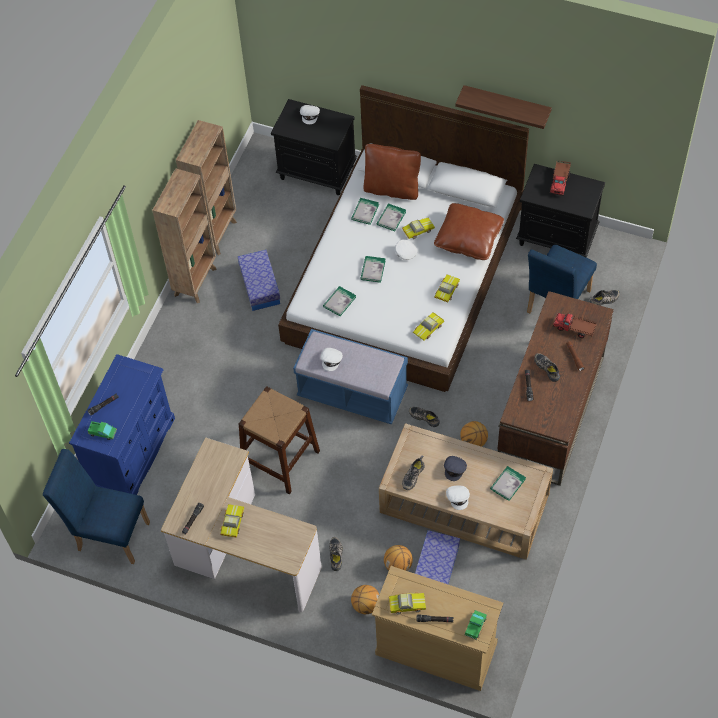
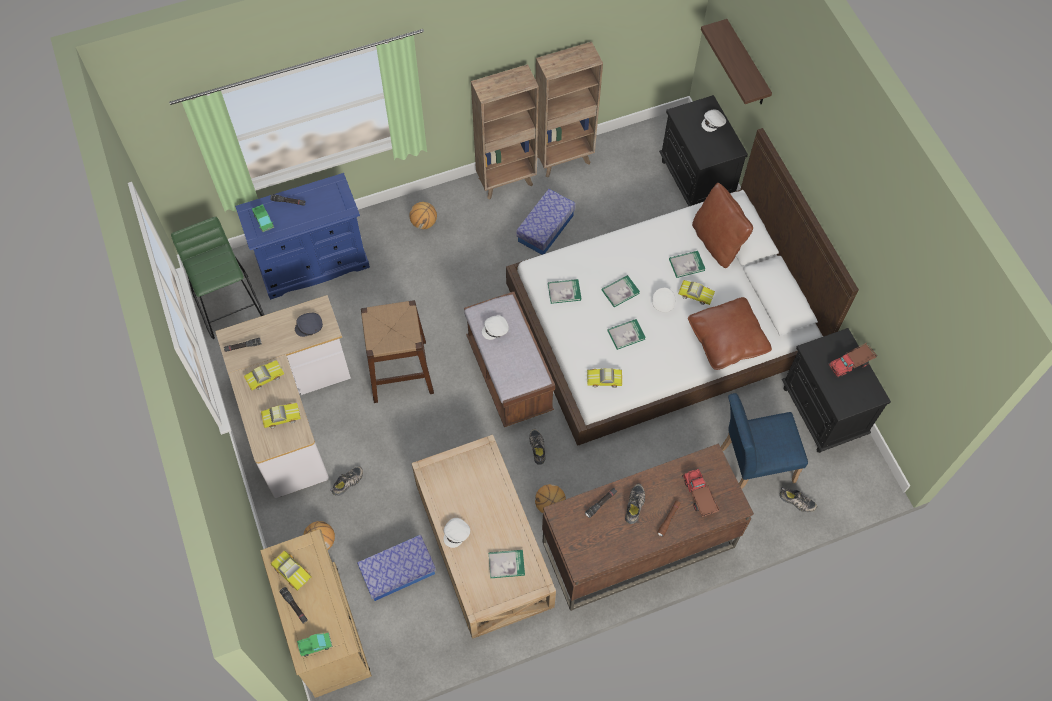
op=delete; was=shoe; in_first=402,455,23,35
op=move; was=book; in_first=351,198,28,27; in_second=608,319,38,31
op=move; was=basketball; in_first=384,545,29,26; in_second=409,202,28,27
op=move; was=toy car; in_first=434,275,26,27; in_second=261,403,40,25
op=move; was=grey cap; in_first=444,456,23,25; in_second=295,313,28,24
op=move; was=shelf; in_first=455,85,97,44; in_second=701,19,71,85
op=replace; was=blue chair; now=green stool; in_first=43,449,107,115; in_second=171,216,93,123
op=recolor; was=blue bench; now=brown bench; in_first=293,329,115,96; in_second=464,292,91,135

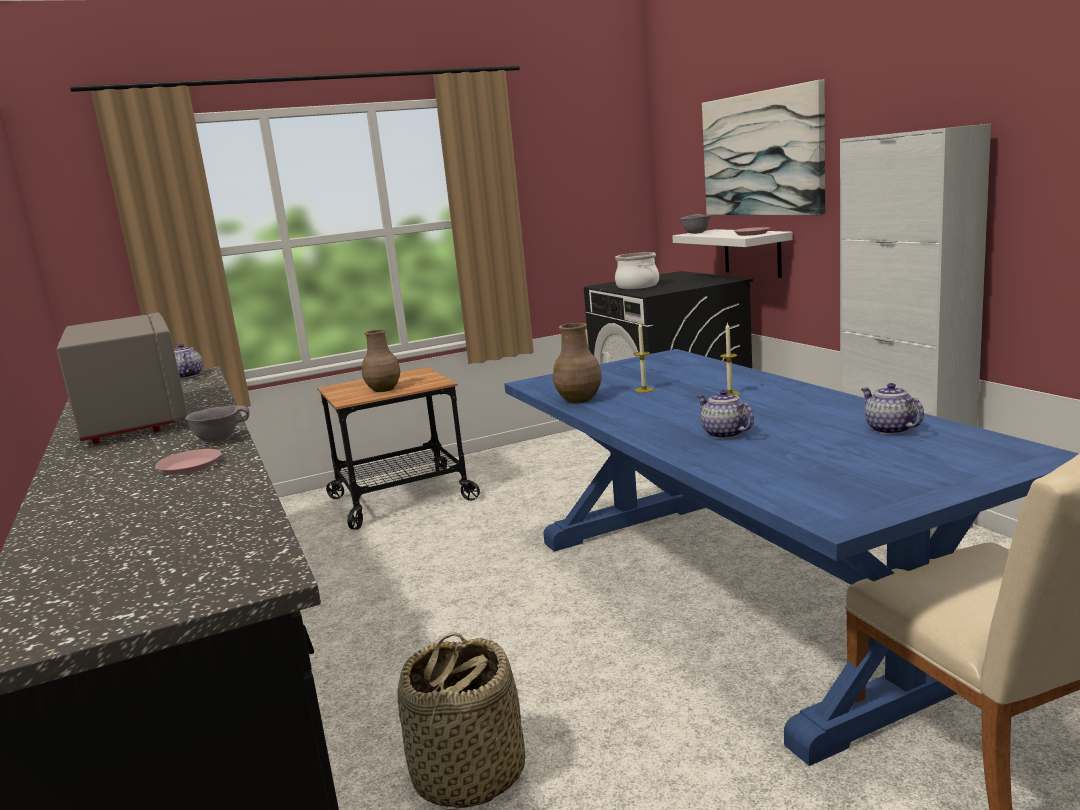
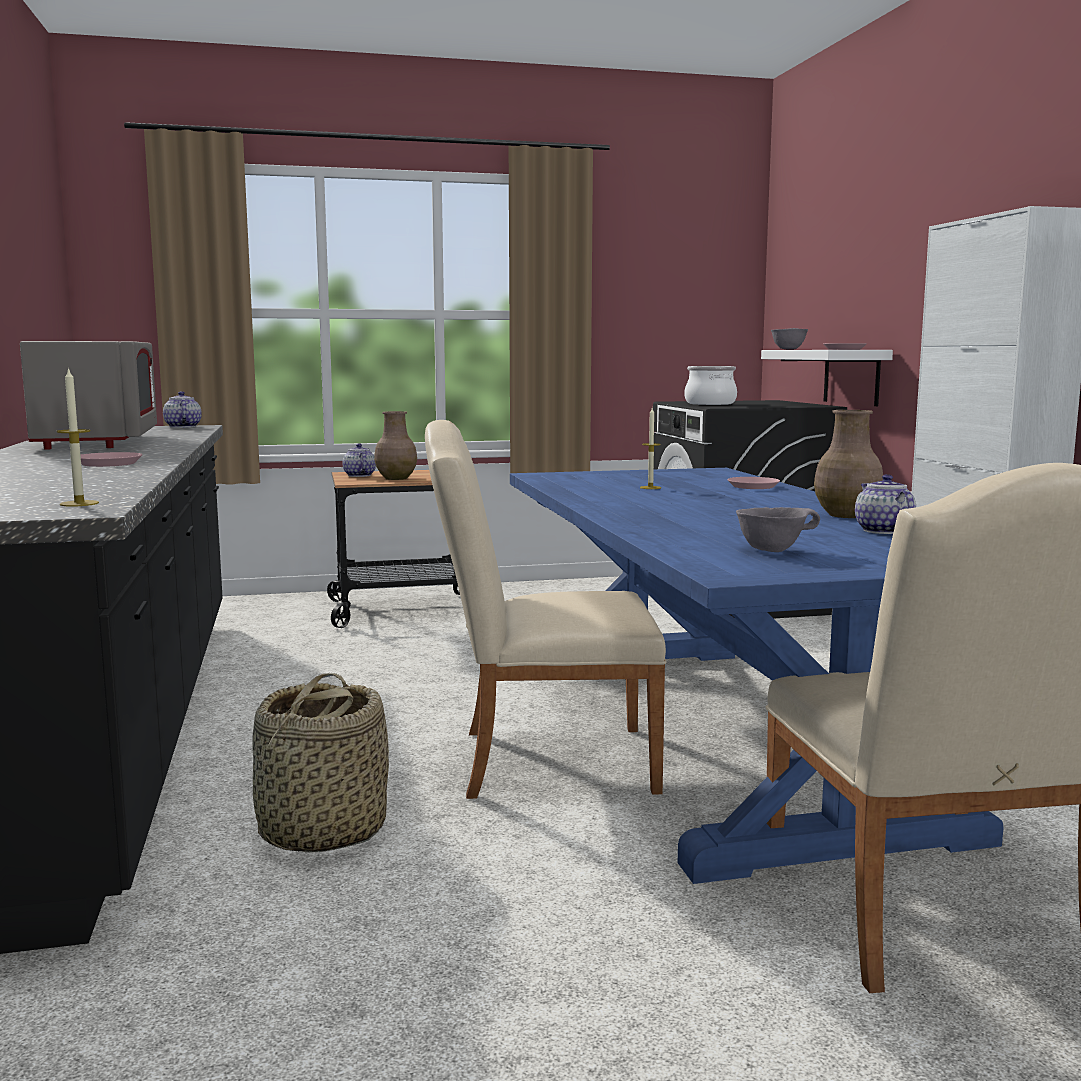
op=delete; was=picture; in_first=702,79,123,136
op=insert; now=beige chair; in_second=425,420,241,379
op=insert; now=pink plate; in_second=727,477,53,12
op=move; was=grey bowl; in_first=185,405,65,37; in_second=736,507,84,45
op=move; was=brown vase; in_first=553,323,49,80; in_second=814,410,69,108
op=move; was=teapot; in_first=697,390,57,49; in_second=342,443,34,34
op=move; was=candle; in_first=720,322,20,74; in_second=57,367,42,140

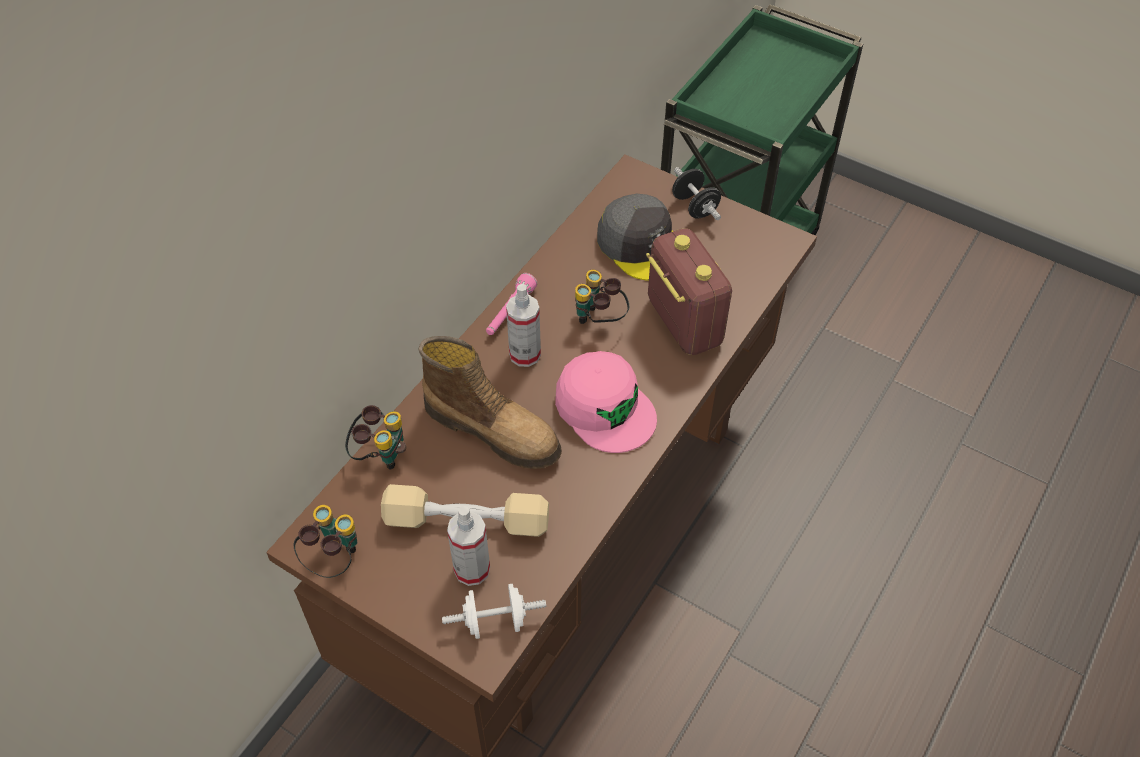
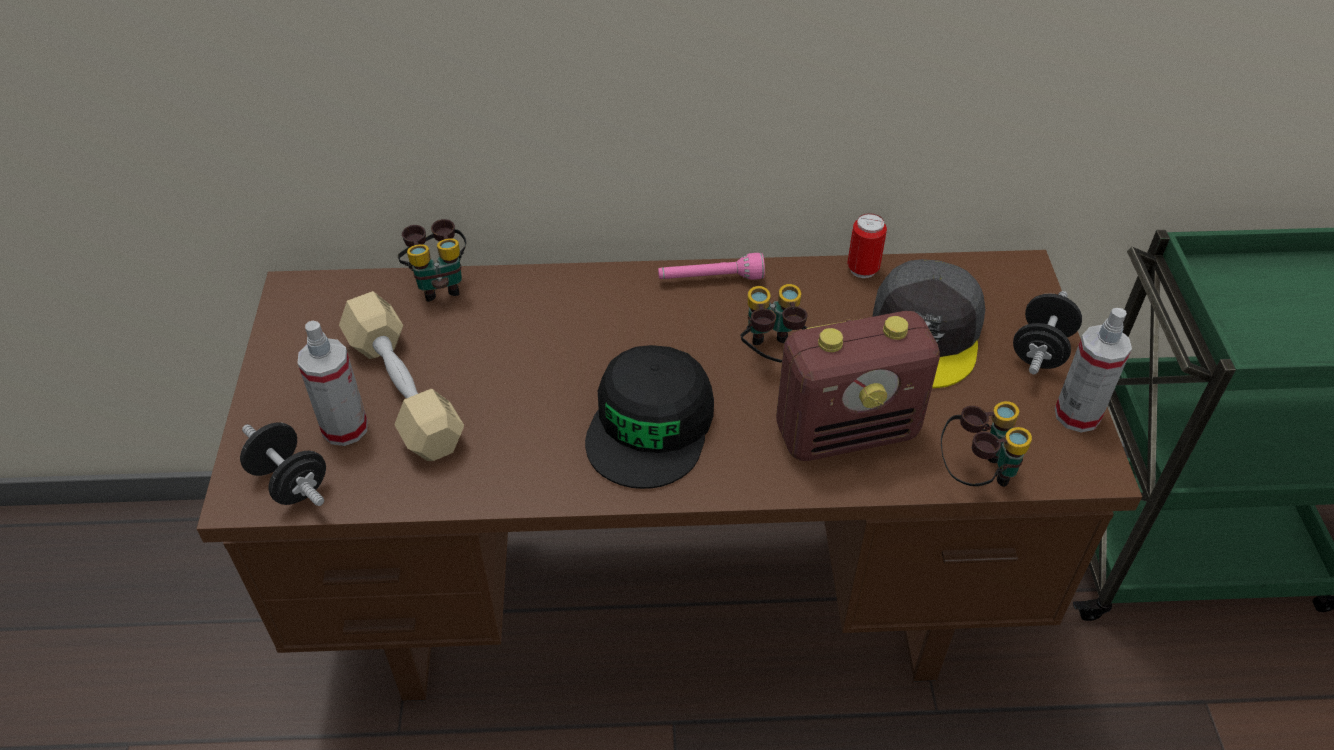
op=delete; was=boot; in_first=419,336,143,133
op=insert; now=can; in_second=847,213,40,65
op=move; was=binoculars; in_first=294,505,63,73; in_second=941,401,91,86
op=move; was=spray bottle; in_first=506,284,35,83; in_second=1055,308,77,124
op=recolor; was=white dumbbell; now=black dumbbell; in_first=442,584,104,55; in_second=240,422,86,84
op=recolor; was=pink cap; now=black cap; in_first=555,351,102,102; in_second=585,345,129,144
op=rotate; was=radio; in_first=646,228,86,127; in_second=776,311,164,150; clockwise=45

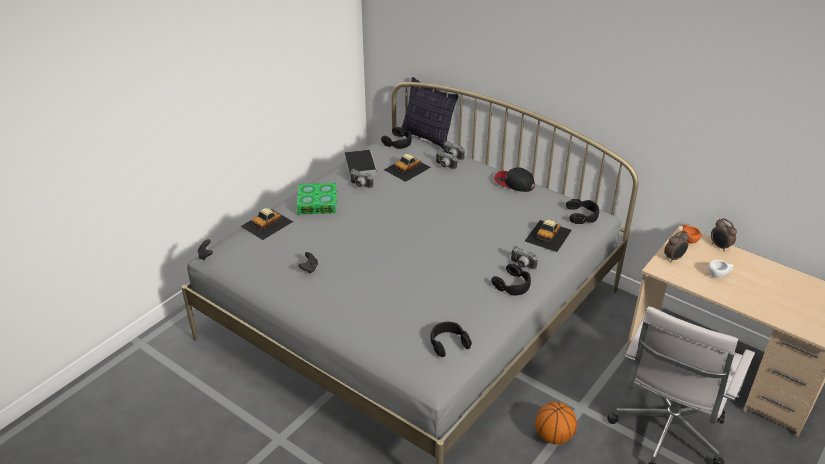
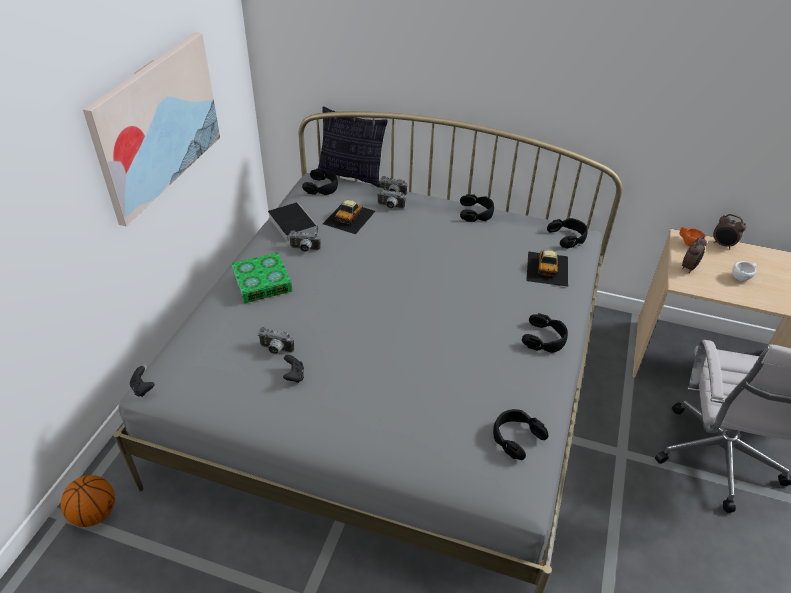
op=delete; was=toy car; in_first=241,208,52,32
op=insert; now=picture; in_second=83,32,137,194
op=move; was=photo camera; in_first=511,246,27,24; in_second=258,327,36,27
op=move; was=basketball; in_first=535,402,42,43; in_second=61,475,54,52
op=replace; was=cap; now=black headphones; in_first=494,167,41,25; in_second=460,194,34,28

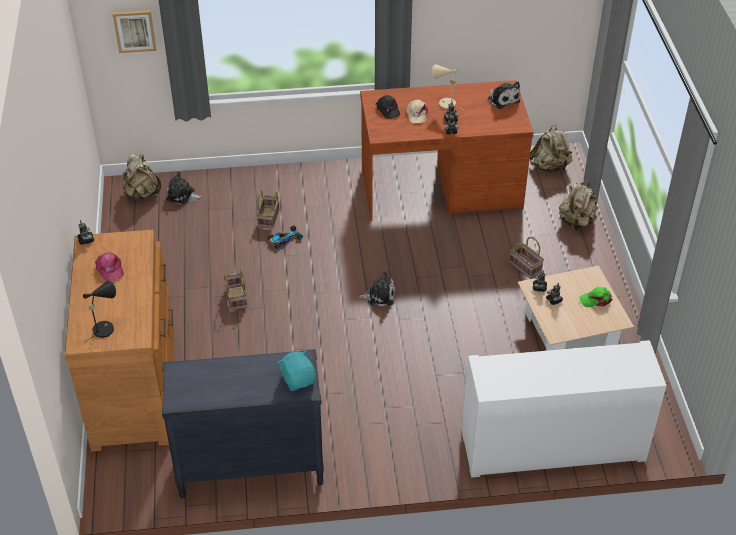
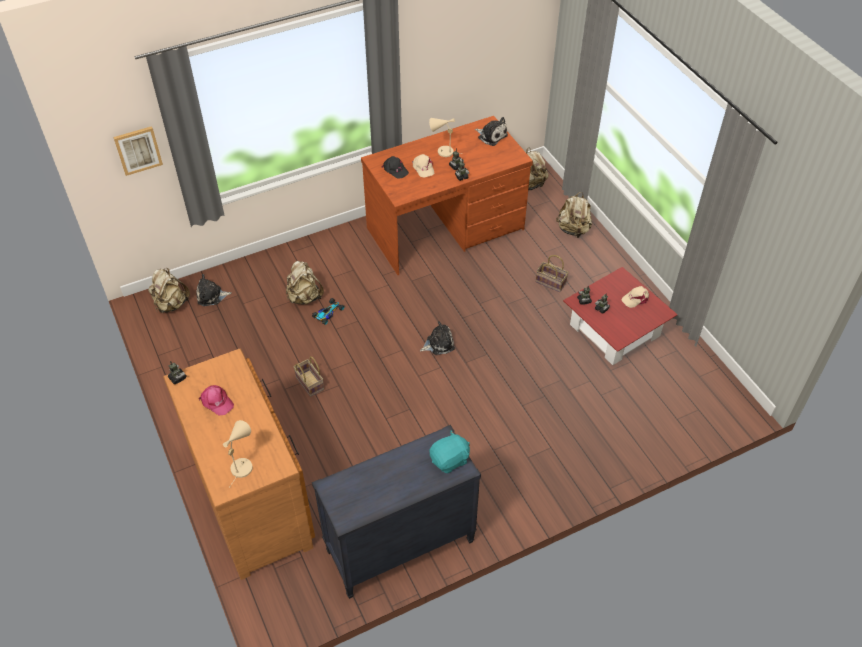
op=delete; was=white cabinet; in_first=462,340,205,138
op=replace; was=basket; now=beige backpack; in_first=256,190,24,39; in_second=286,261,38,44
op=recolor; was=black table lamp; now=beige table lamp; in_first=83,281,33,62; in_second=223,420,30,68
op=recolor; was=beige coffee table; now=red coffee table; in_first=518,265,116,86; in_second=563,267,115,98
op=recolor; was=green cap; now=beige cap; in_first=580,287,33,20; in_second=621,286,28,22
op=rotate; was=turquoise plush toy; in_first=277,350,39,41; in_second=430,430,40,43; clockwise=105

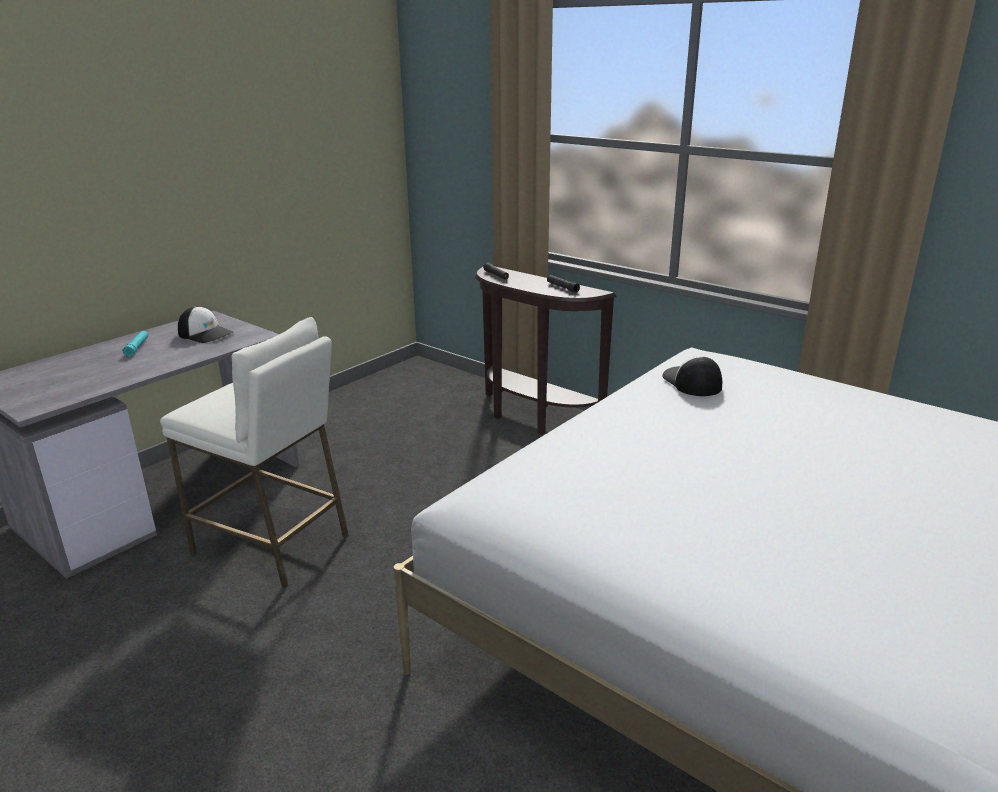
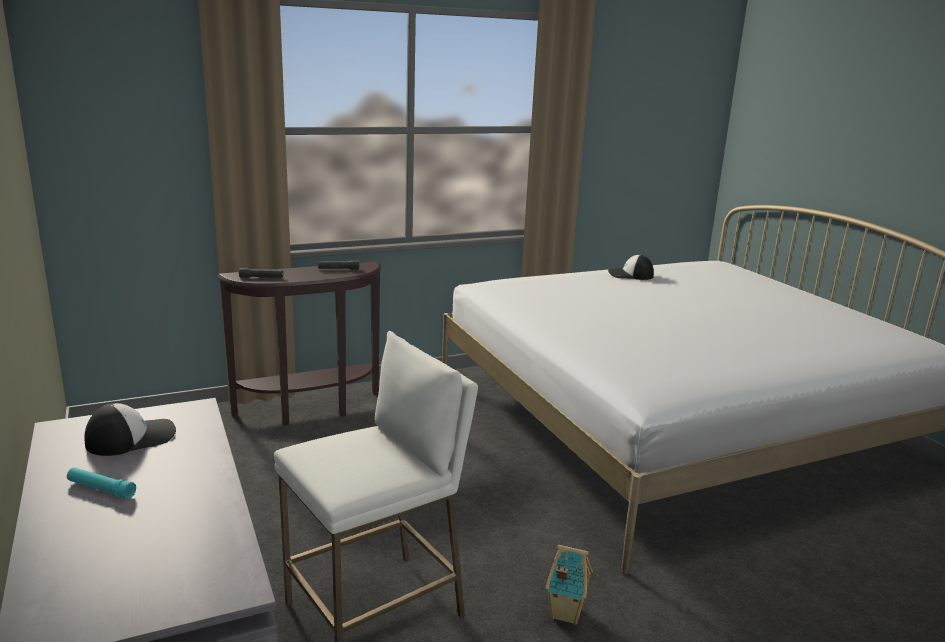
op=insert; now=toy house; in_second=545,545,48,80
op=move; was=cap; in_first=663,356,59,40; in_second=608,255,46,25

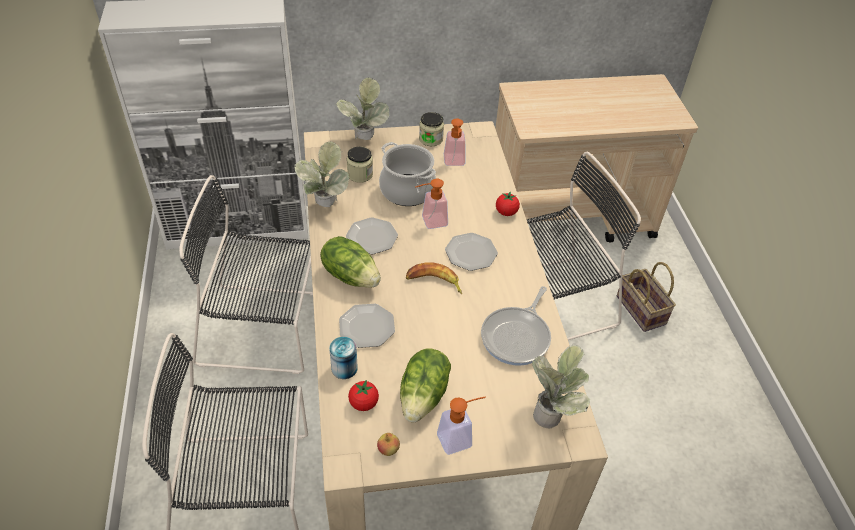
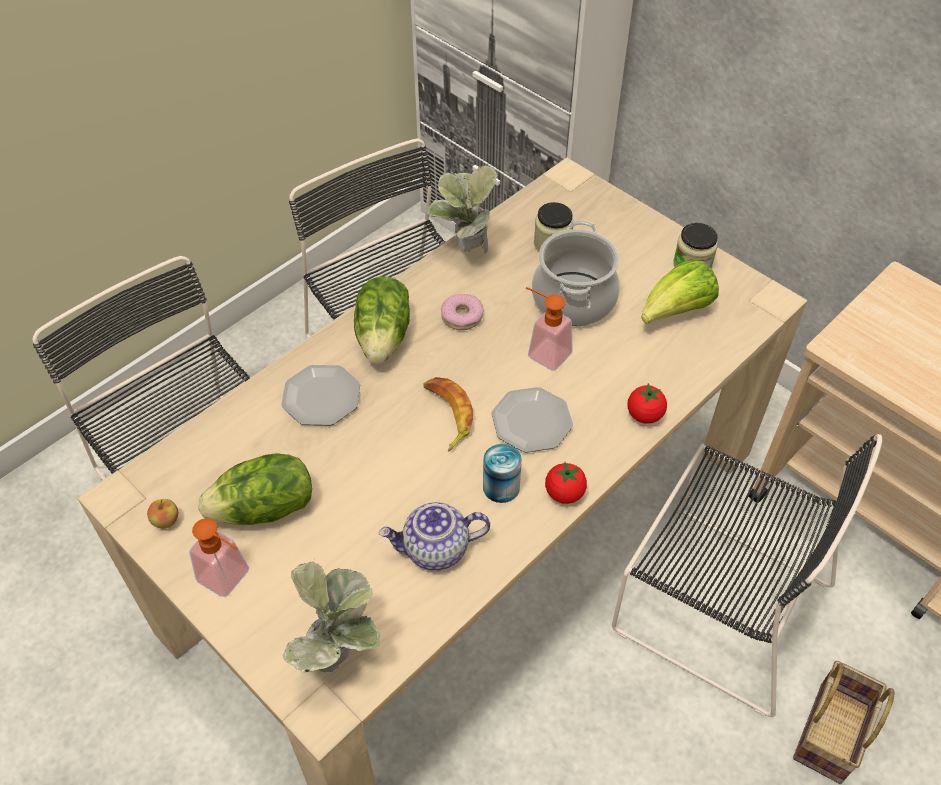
op=delete; was=potted plant; in_first=336,77,54,63
op=move; was=can; in_first=329,337,29,42; in_second=483,444,39,59
op=move; was=tomato; in_first=348,380,31,31; in_second=545,462,42,42
op=replace; was=plate; now=donut; in_first=346,217,52,37; in_second=441,294,42,36
op=replace; was=soap dispenser; now=lettuce; in_first=444,119,22,47; in_second=641,260,78,64
op=replace; was=frying pan; now=teapot; in_first=481,286,70,80; in_second=379,502,111,69

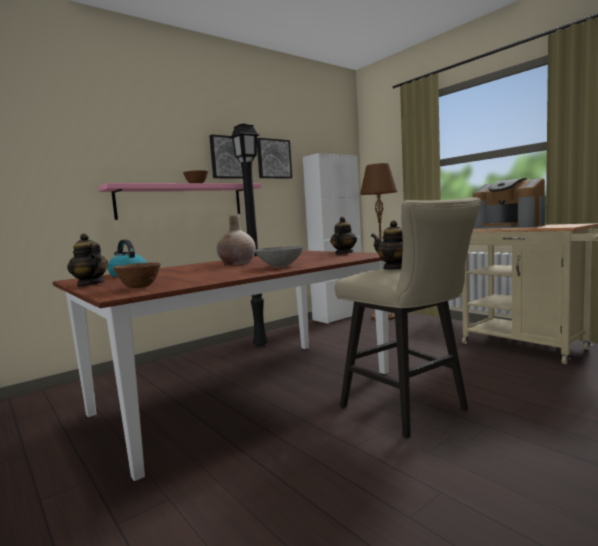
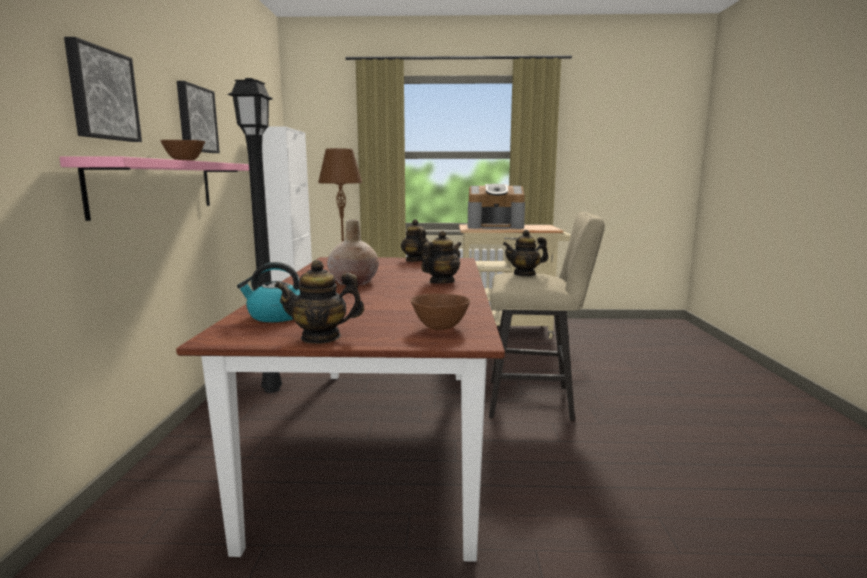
op=move; was=picture; in_first=257,138,35,41; in_second=64,37,78,105
op=replace; was=grey bowl; now=teapot; in_first=255,246,48,22; in_second=421,231,40,53

